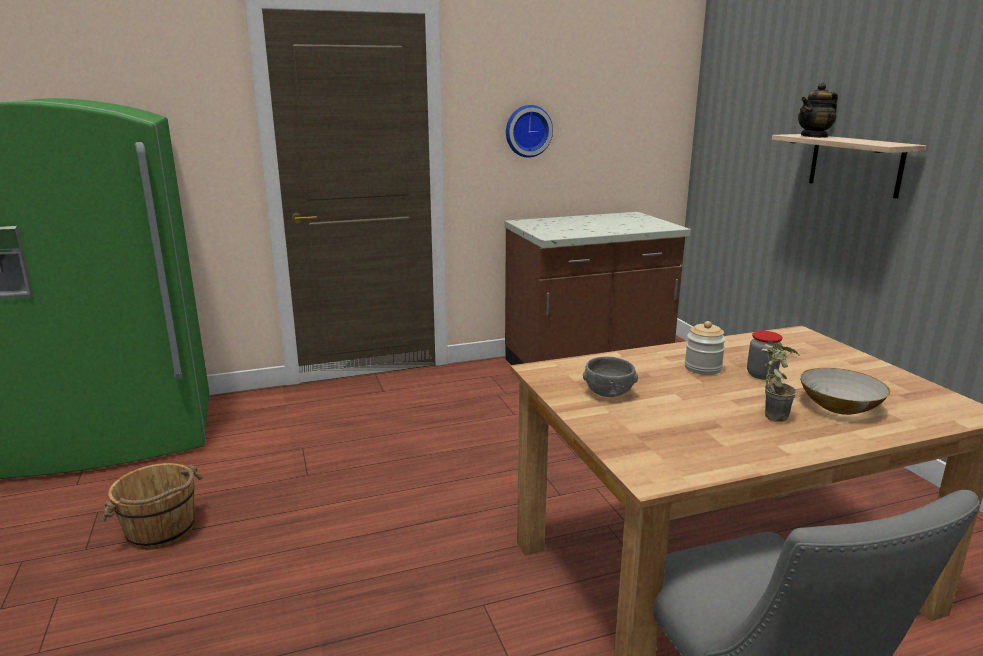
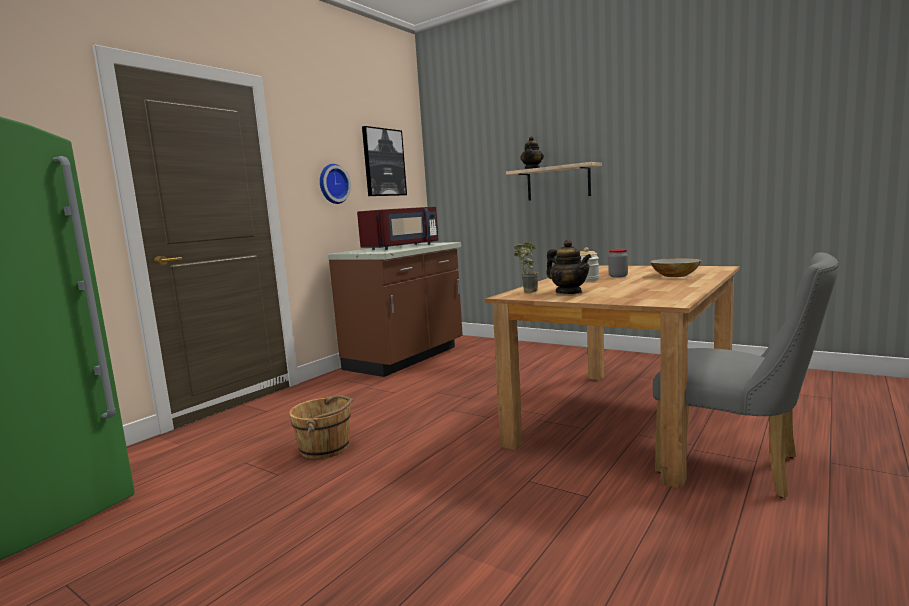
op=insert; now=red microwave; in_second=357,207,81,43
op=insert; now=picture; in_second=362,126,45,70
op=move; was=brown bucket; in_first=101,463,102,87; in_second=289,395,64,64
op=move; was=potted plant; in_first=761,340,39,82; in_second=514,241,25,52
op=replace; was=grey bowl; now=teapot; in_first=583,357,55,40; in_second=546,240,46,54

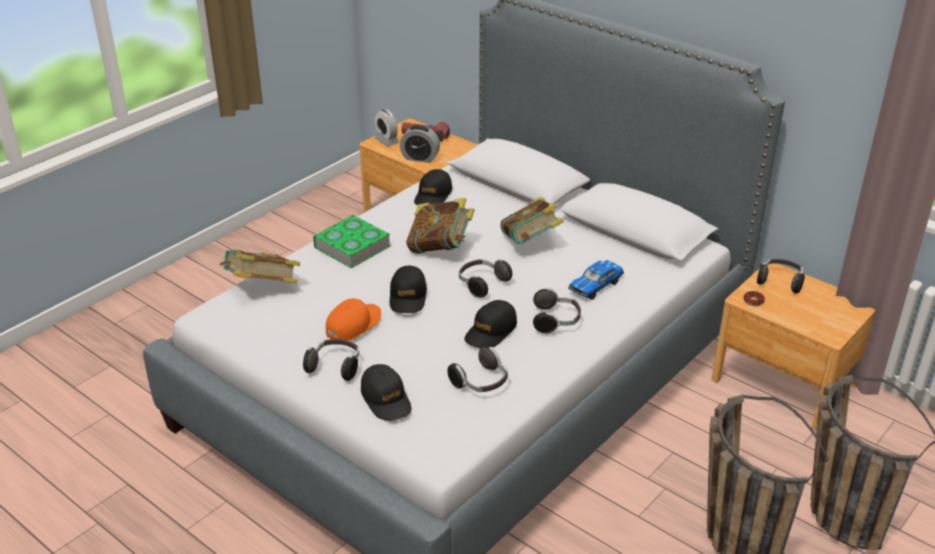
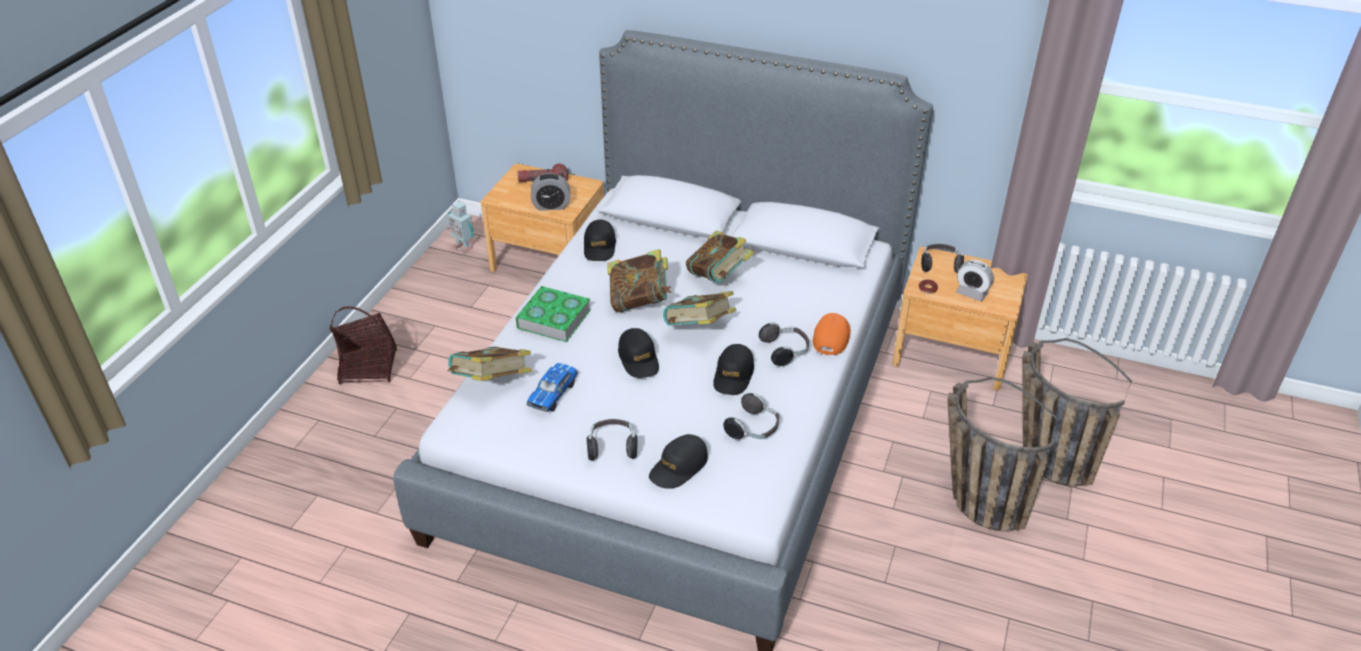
op=insert; now=basket; in_second=329,306,68,78
op=insert; now=toy robot; in_second=448,202,26,52
op=move; was=orange cap; in_first=326,298,55,43; in_second=813,313,38,42
op=move; was=alarm clock; in_first=374,109,25,38; in_second=956,260,38,41
op=move; was=toy car; in_first=568,260,56,40; in_second=527,363,51,49
op=replace; was=headphones; now=book; in_first=459,259,53,39; in_second=663,291,73,35
op=rotate; was=black cap; in_first=361,364,50,57; in_second=649,434,59,55; clockwise=90

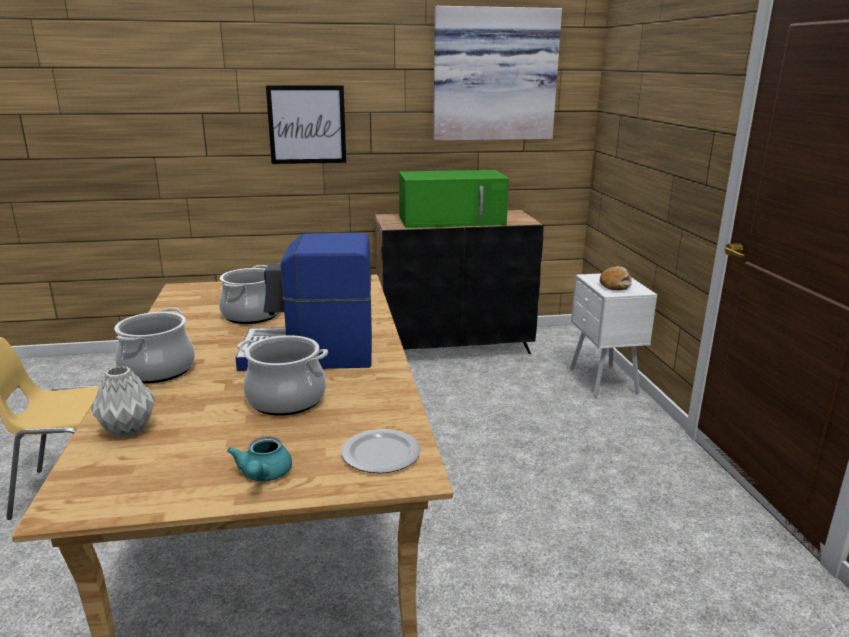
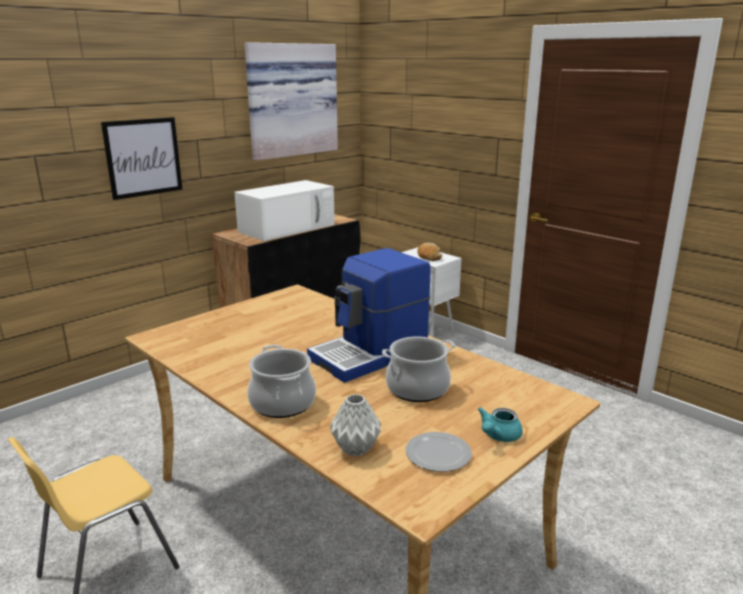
op=delete; was=cooking pot; in_first=219,265,60,59
op=move; was=plate; in_first=341,429,80,44; in_second=406,432,66,40
op=recolor; was=green microwave; now=white microwave; in_first=399,170,110,58; in_second=235,180,100,61
op=rotate; was=turquoise teapot; in_first=227,436,65,45; in_second=478,407,45,35; clockwise=75

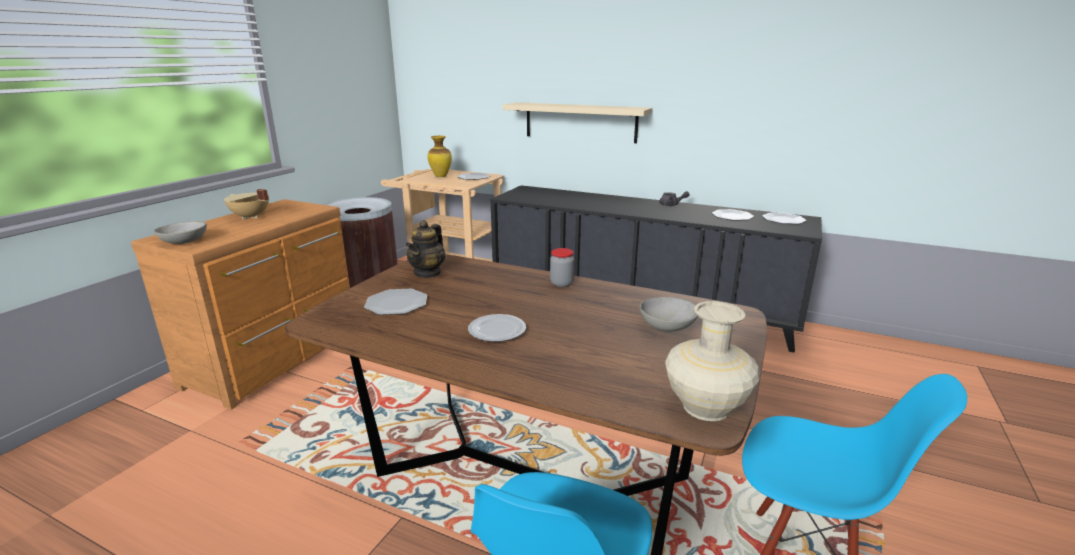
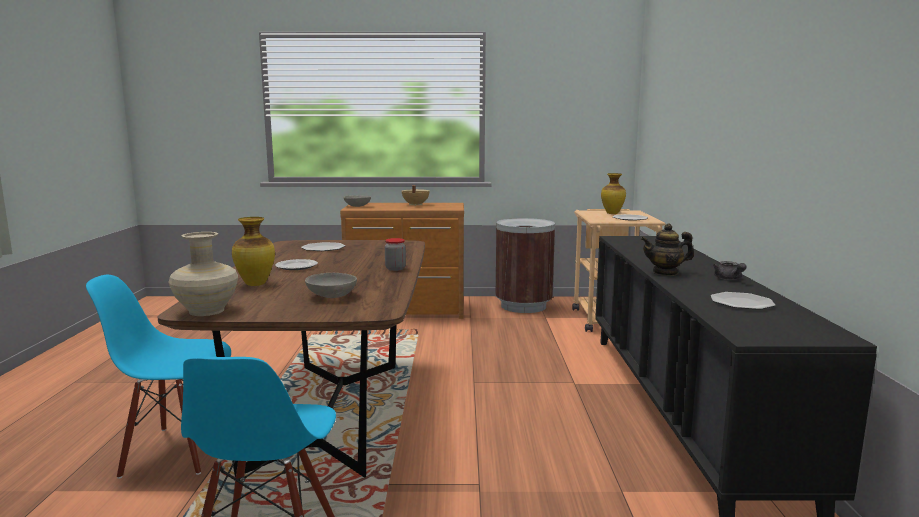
op=delete; was=beige shelf; in_first=502,102,150,41
op=delete; was=plate; in_first=762,213,45,11
op=insert; now=vase; in_second=232,217,43,69
op=move; was=teapot; in_first=406,220,39,58; in_second=641,224,53,52

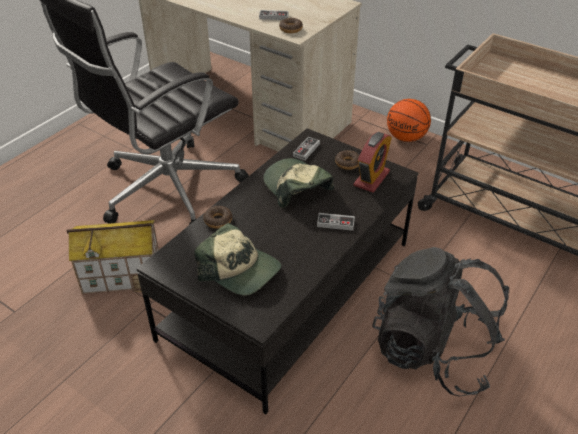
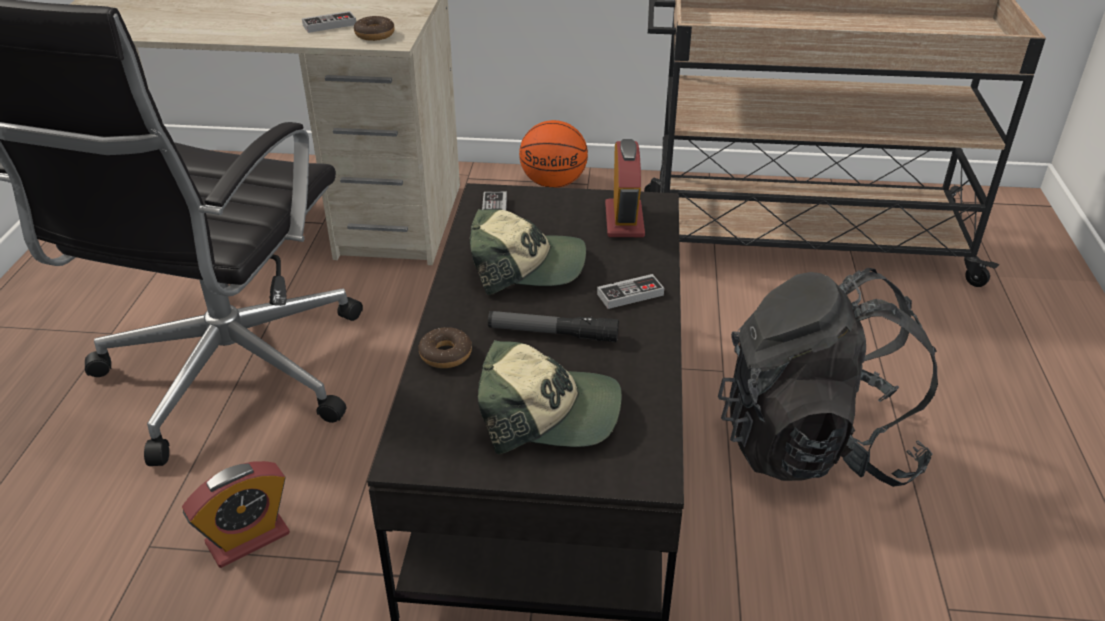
op=delete; was=donut; in_first=335,150,25,20
op=insert; now=flashlight; in_second=488,311,131,31
op=replace; was=toy house; now=alarm clock; in_first=67,220,92,74; in_second=182,461,108,107
op=rotate; was=cap; in_first=263,158,71,50; in_second=470,209,116,86; clockwise=150

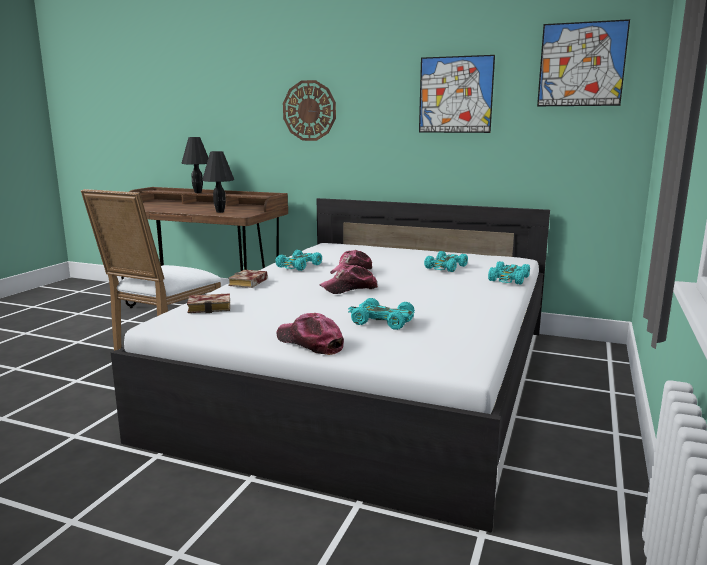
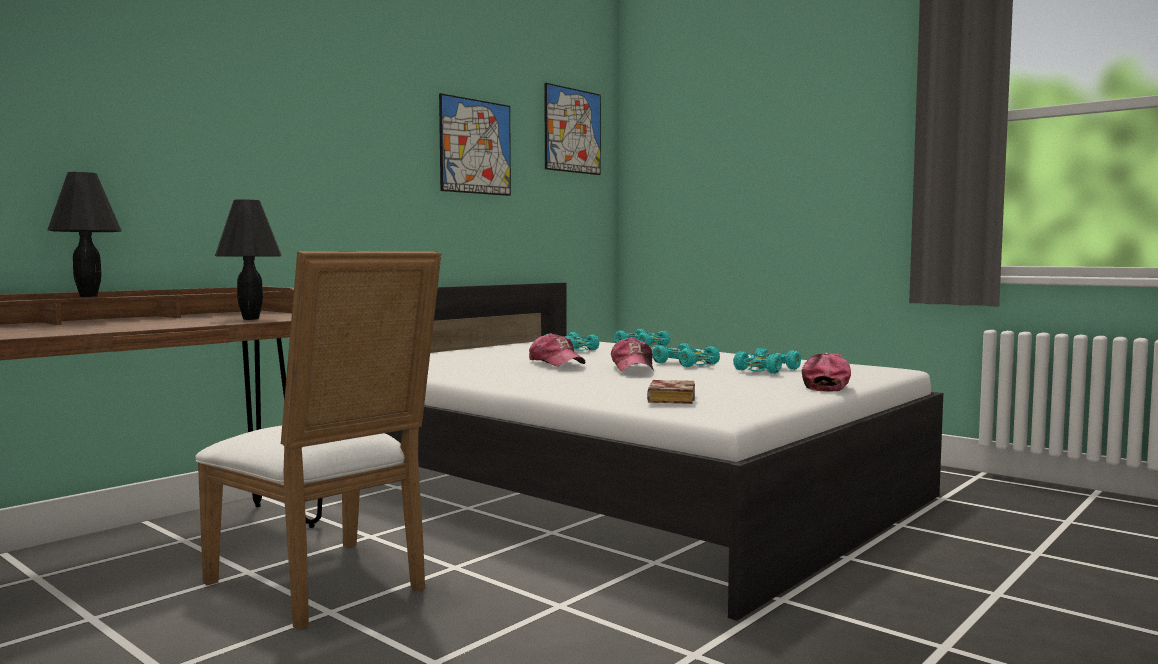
op=delete; was=book; in_first=228,270,40,18
op=delete; was=wall clock; in_first=283,80,53,61
op=move; was=turquoise toy car; in_first=275,250,47,21; in_second=652,343,68,24
op=rotate; was=cap; in_first=276,313,68,42; in_second=802,353,49,39; clockwise=135

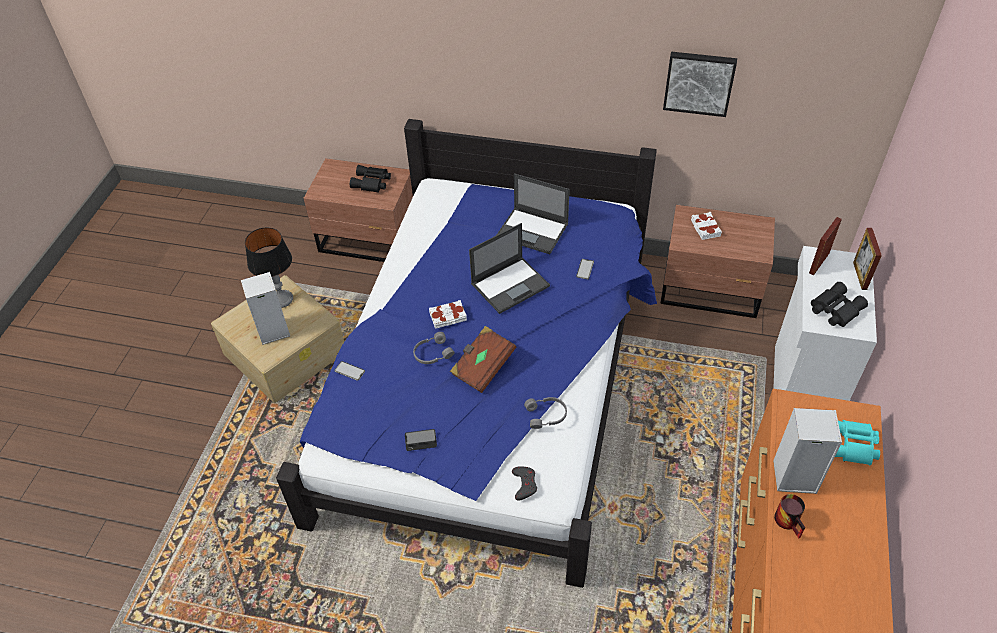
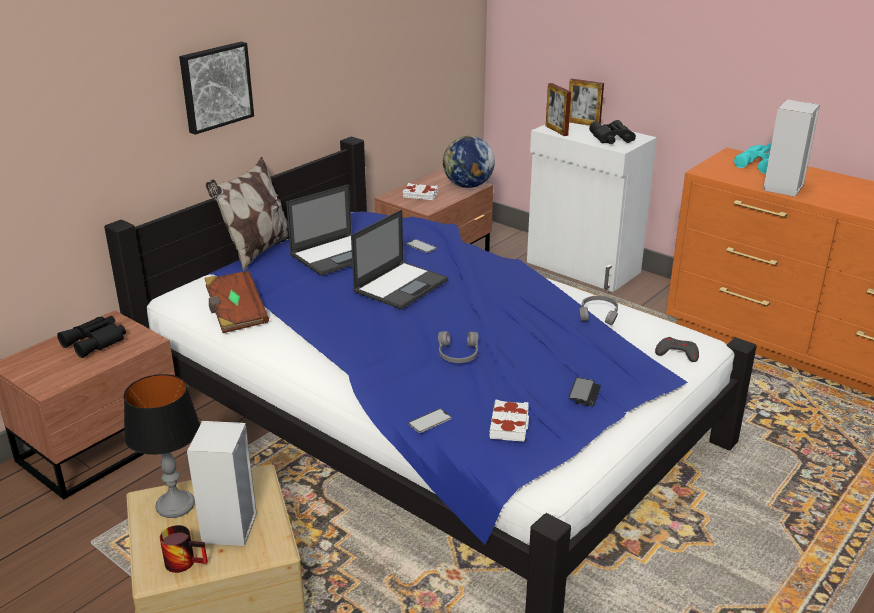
op=insert; now=pillow; in_second=206,157,83,115
op=insert; now=globe; in_second=443,136,52,52
op=move; was=white book; in_first=429,300,38,29; in_second=489,399,40,43
op=move; was=brown book; in_first=450,326,66,67; in_second=205,270,64,63
op=move; was=picture; in_first=663,52,74,65; in_second=179,42,75,93
op=move; was=mug; in_first=774,494,31,45; in_second=160,525,48,48
op=rotate; was=laptop; in_first=469,223,81,91; in_second=351,209,97,101; clockwise=45

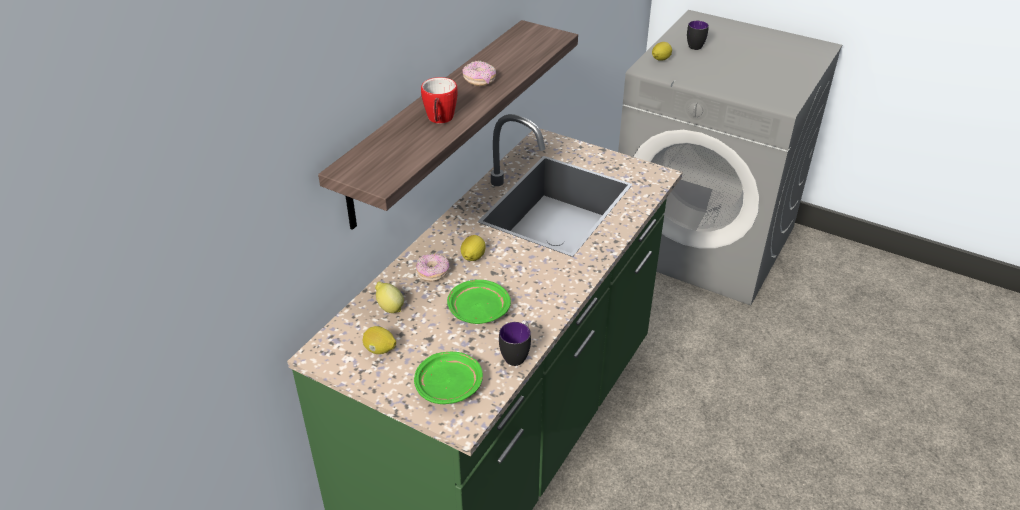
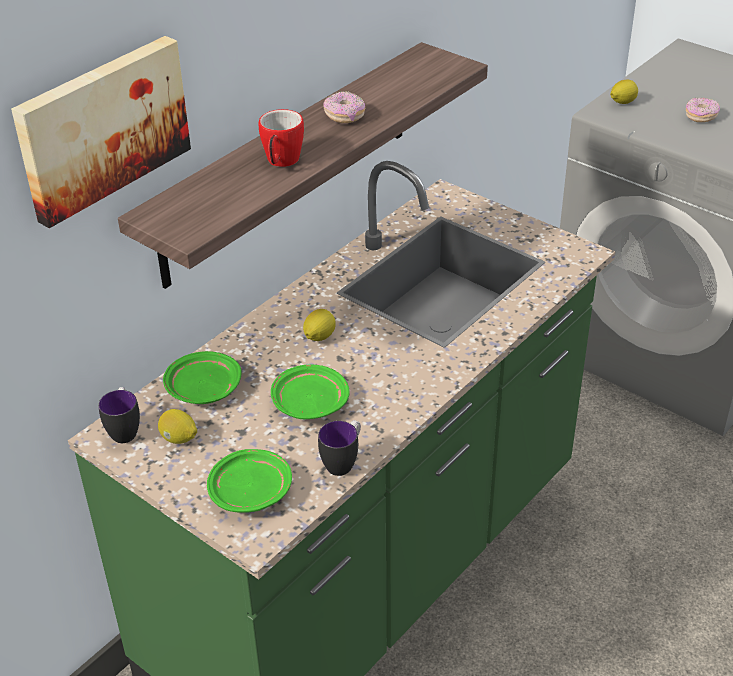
op=insert; now=picture; in_second=11,36,180,192
op=move; was=donut; in_first=416,253,34,29; in_second=686,98,34,24
op=move; was=mug; in_first=687,21,22,29; in_second=98,387,42,56
op=replace; was=lemon; now=green plate; in_first=375,282,29,31; in_second=163,351,79,53

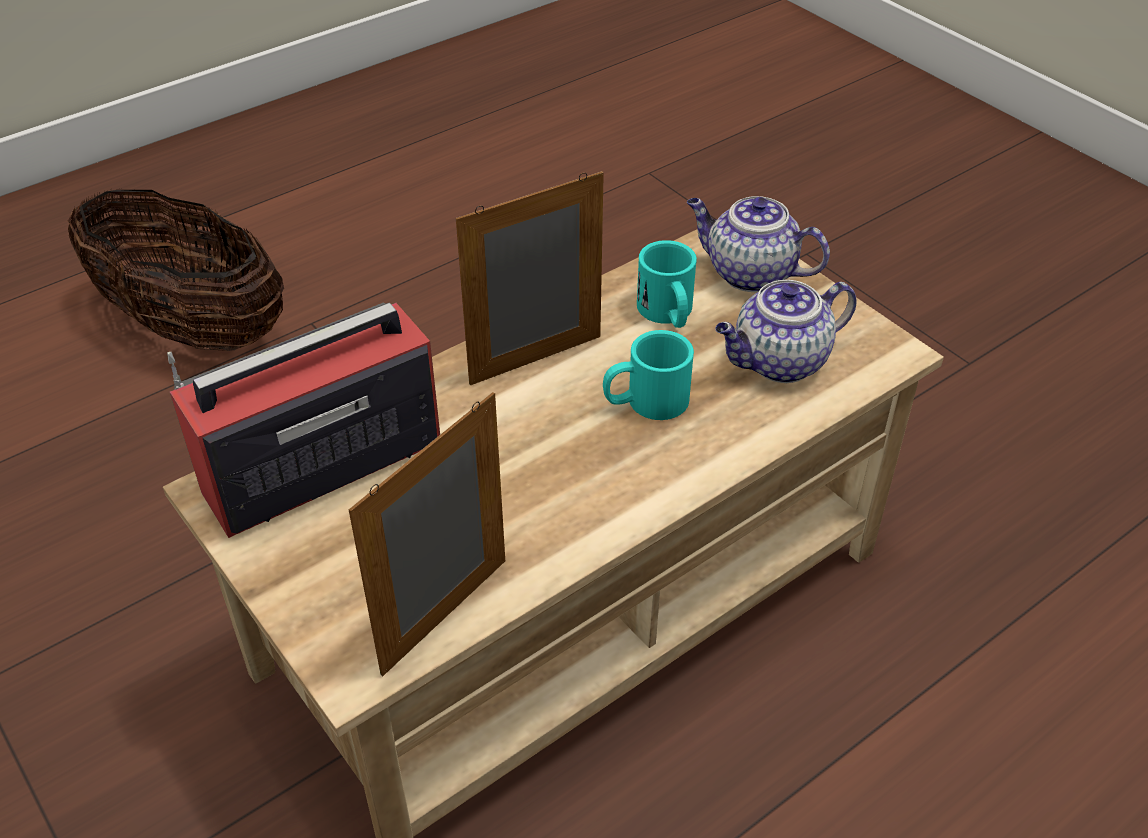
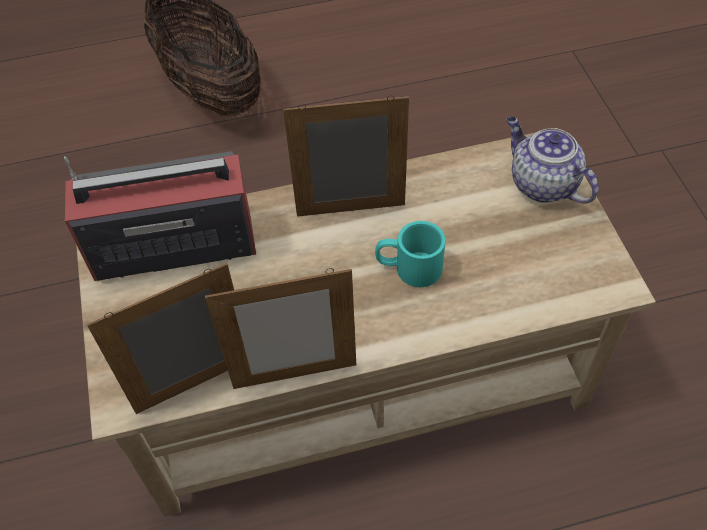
op=delete; was=turquoise mug; in_first=637,240,60,88
op=delete; was=teapot; in_first=715,280,142,103
op=insert; now=picture frame; in_second=205,268,151,121

